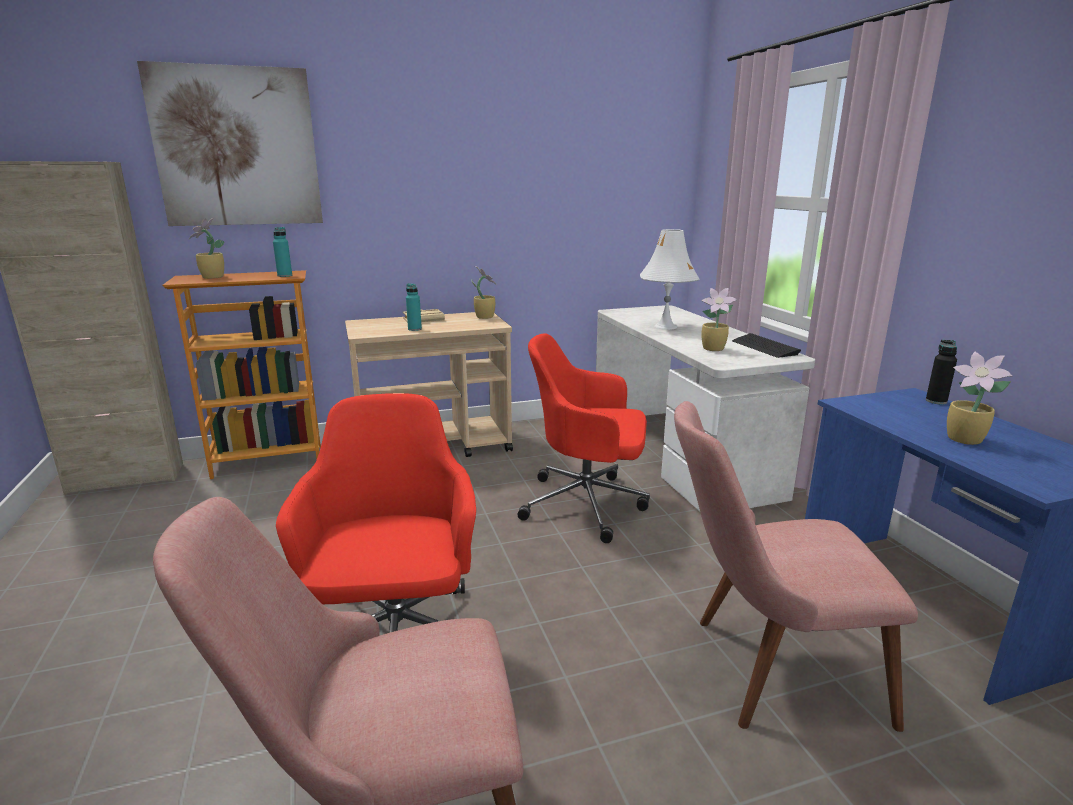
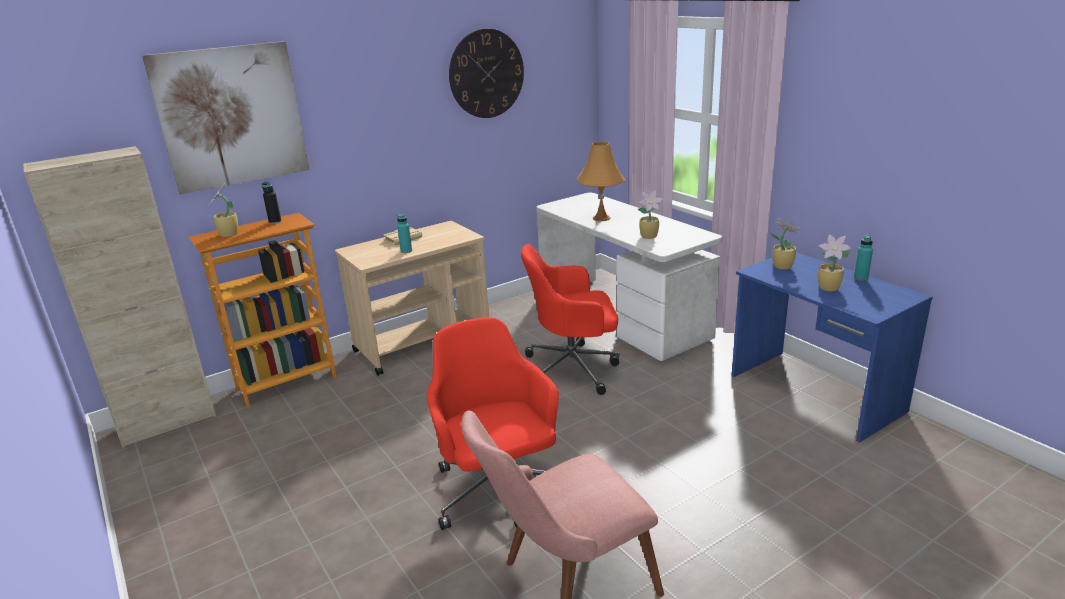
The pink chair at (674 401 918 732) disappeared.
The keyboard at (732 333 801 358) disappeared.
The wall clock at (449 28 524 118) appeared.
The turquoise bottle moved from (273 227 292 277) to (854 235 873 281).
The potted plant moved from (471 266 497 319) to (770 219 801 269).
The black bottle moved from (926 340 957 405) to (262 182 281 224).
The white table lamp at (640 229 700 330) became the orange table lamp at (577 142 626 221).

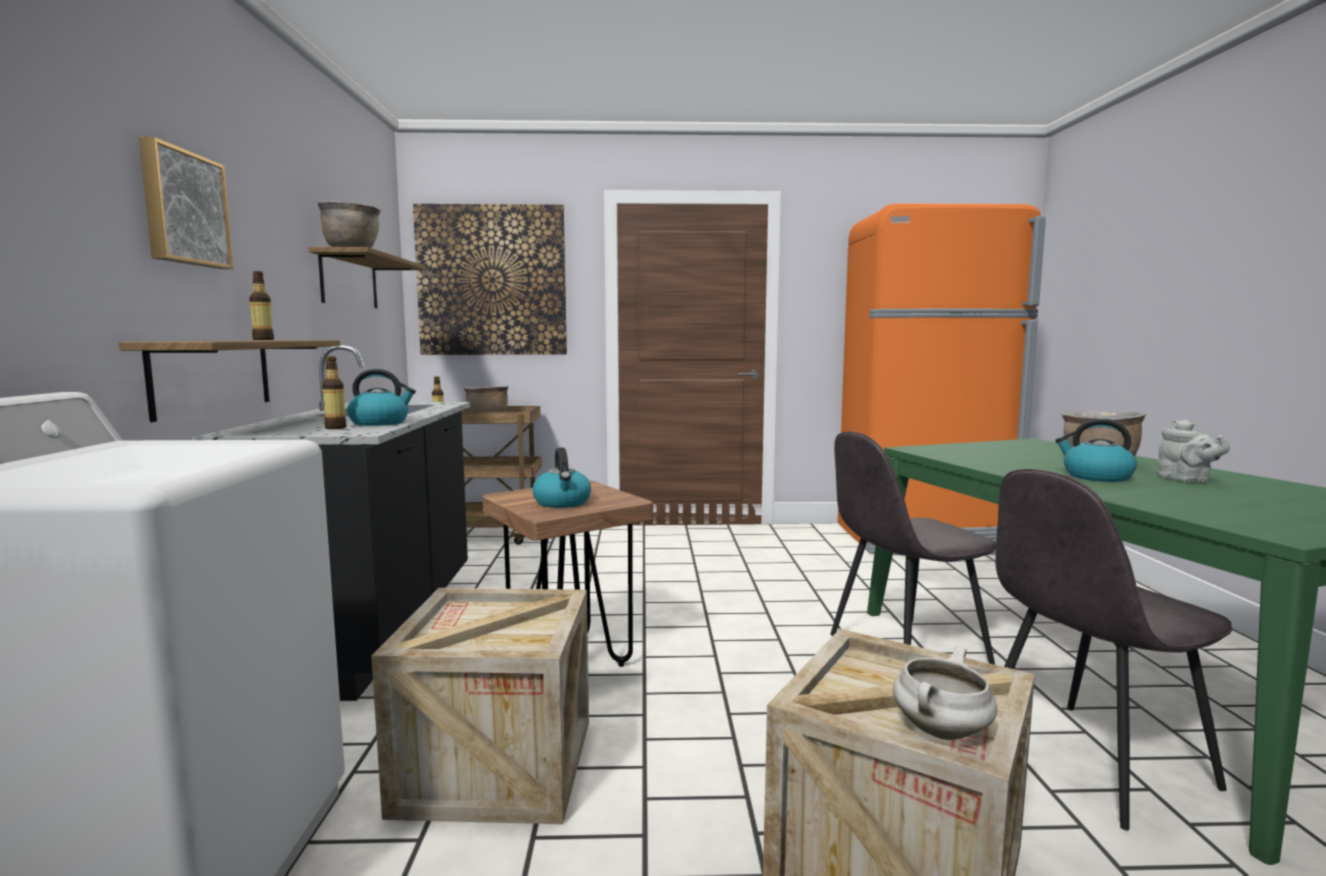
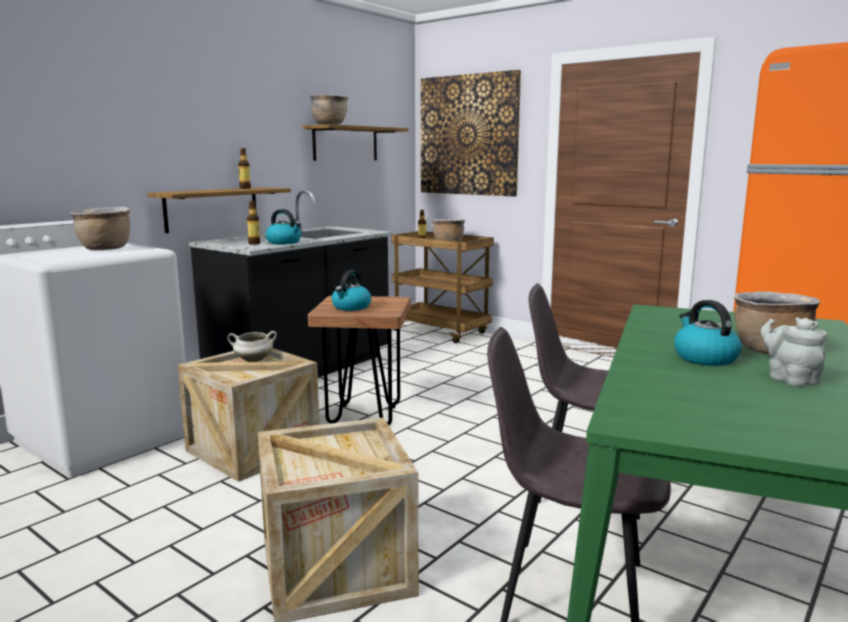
The picture at (139 137 234 269) disappeared.
The brown cooking pot at (70 207 130 250) appeared.
The white cooking pot moved from (893 646 997 740) to (227 331 277 362).
The grey teapot at (1157 420 1230 482) turned 135 degrees clockwise.

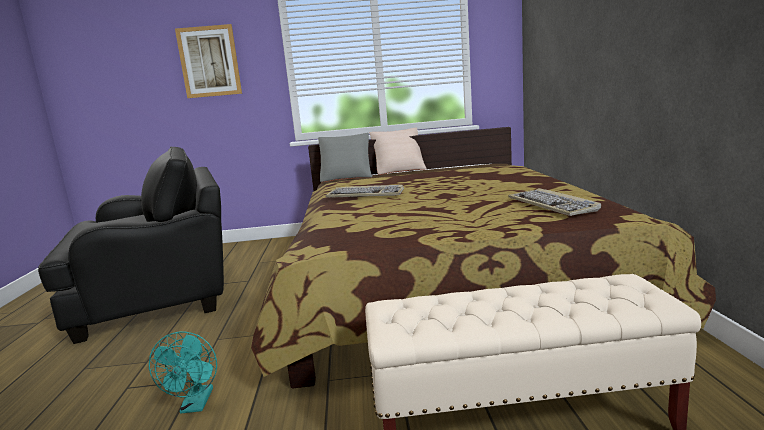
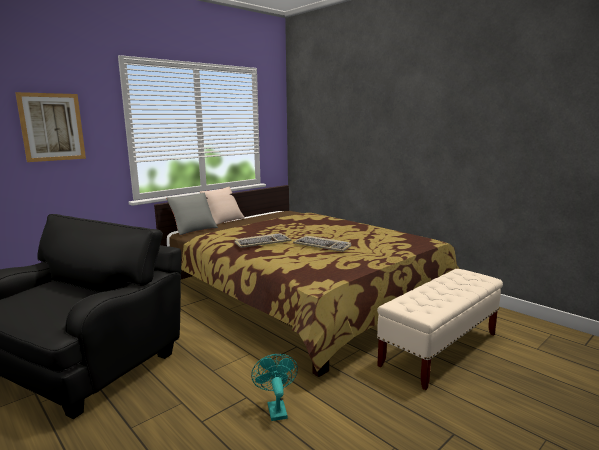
The keyboard moved from (509 188 601 216) to (293 235 351 252).
The turquoise fan at (149 332 217 413) turned 150 degrees counterclockwise.

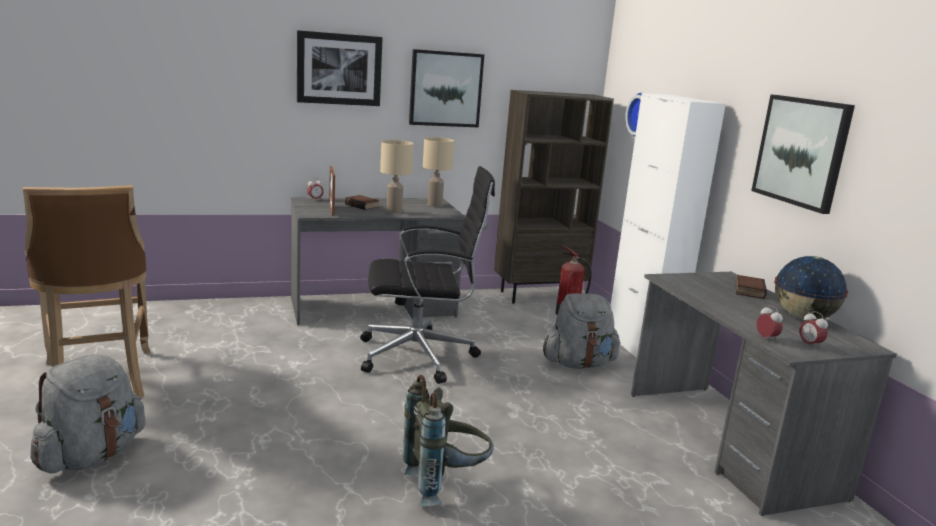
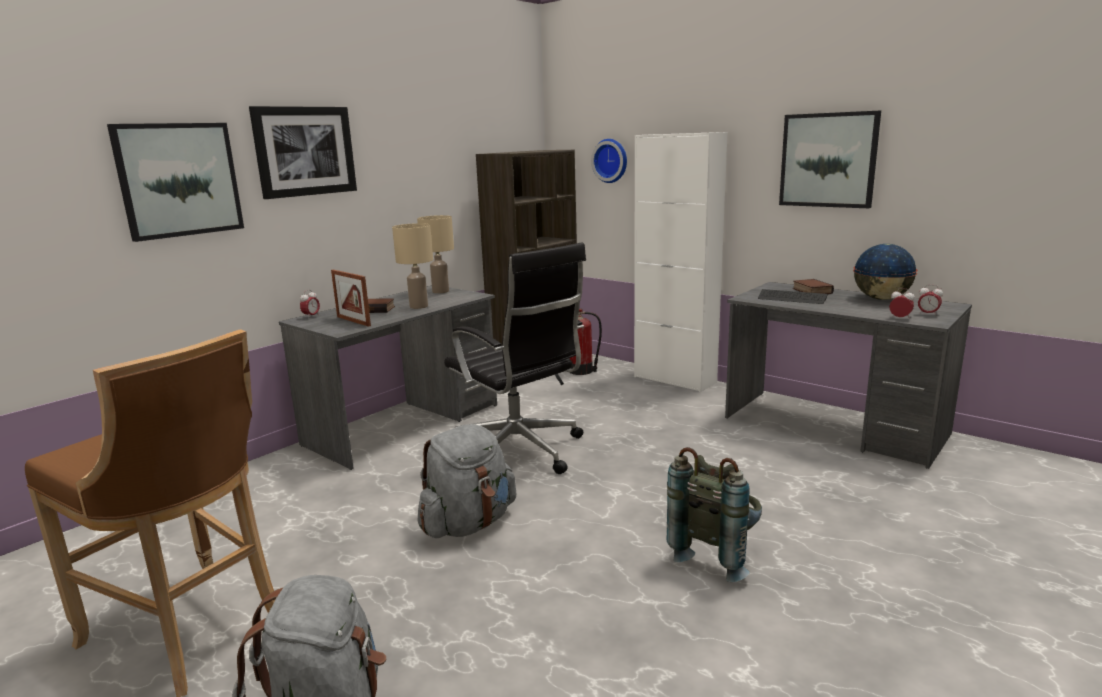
The keyboard at (758 289 828 304) appeared.
The picture moved from (409 49 484 127) to (107 123 244 242).
The grey backpack moved from (543 294 621 369) to (418 424 516 538).
The black office chair at (360 166 495 384) turned 90 degrees clockwise.

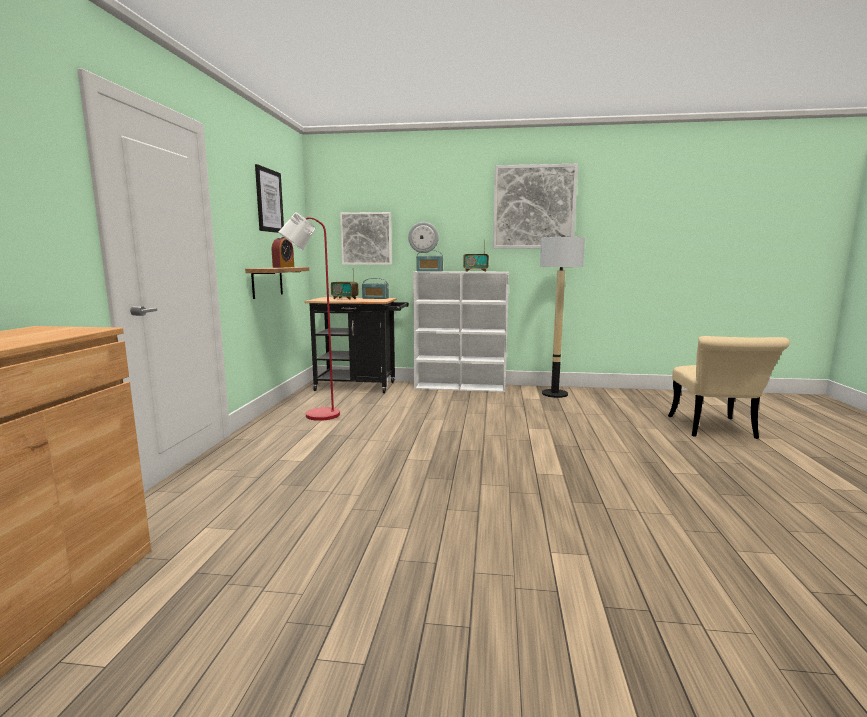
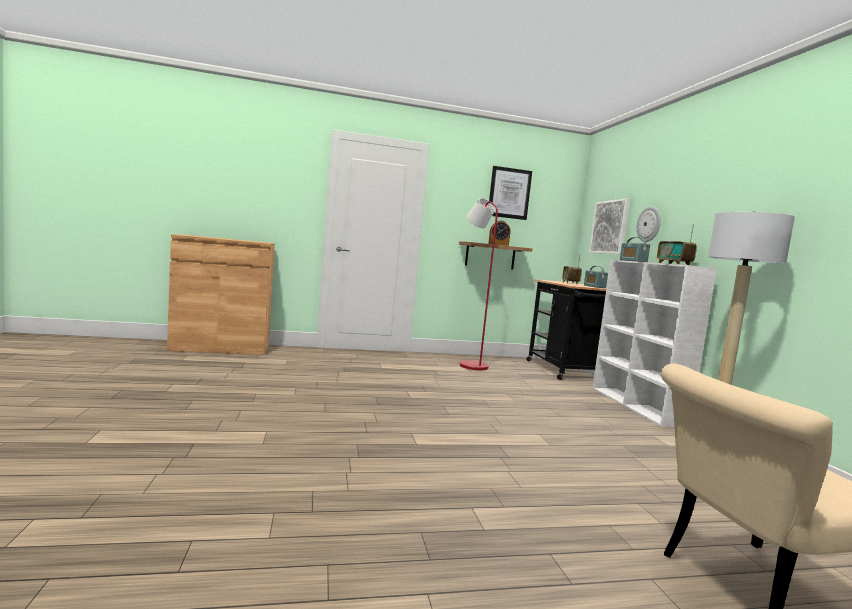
The picture at (493 164 578 248) disappeared.

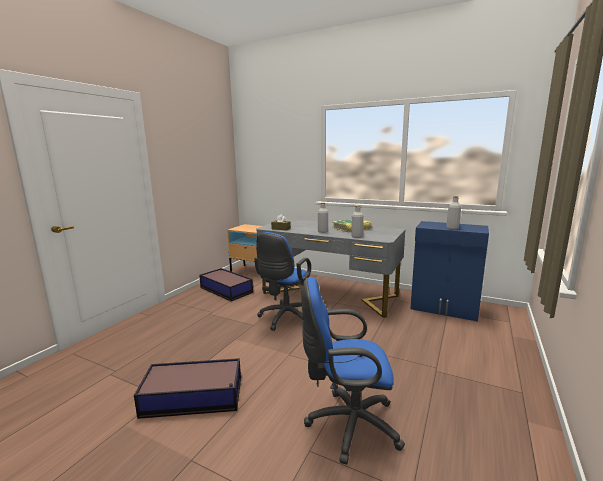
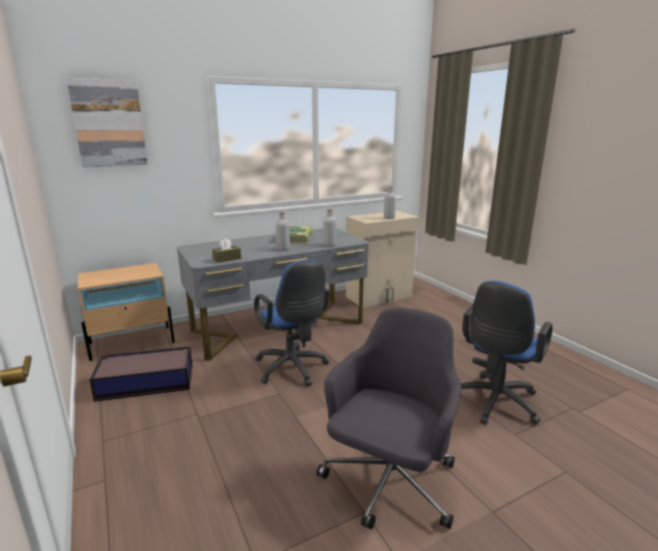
The picture at (66 78 148 167) appeared.
The storage box at (134 358 241 419) was replaced by the grey office chair at (317 307 462 529).
The blue cabinet at (410 221 489 322) became the beige cabinet at (346 211 419 308).

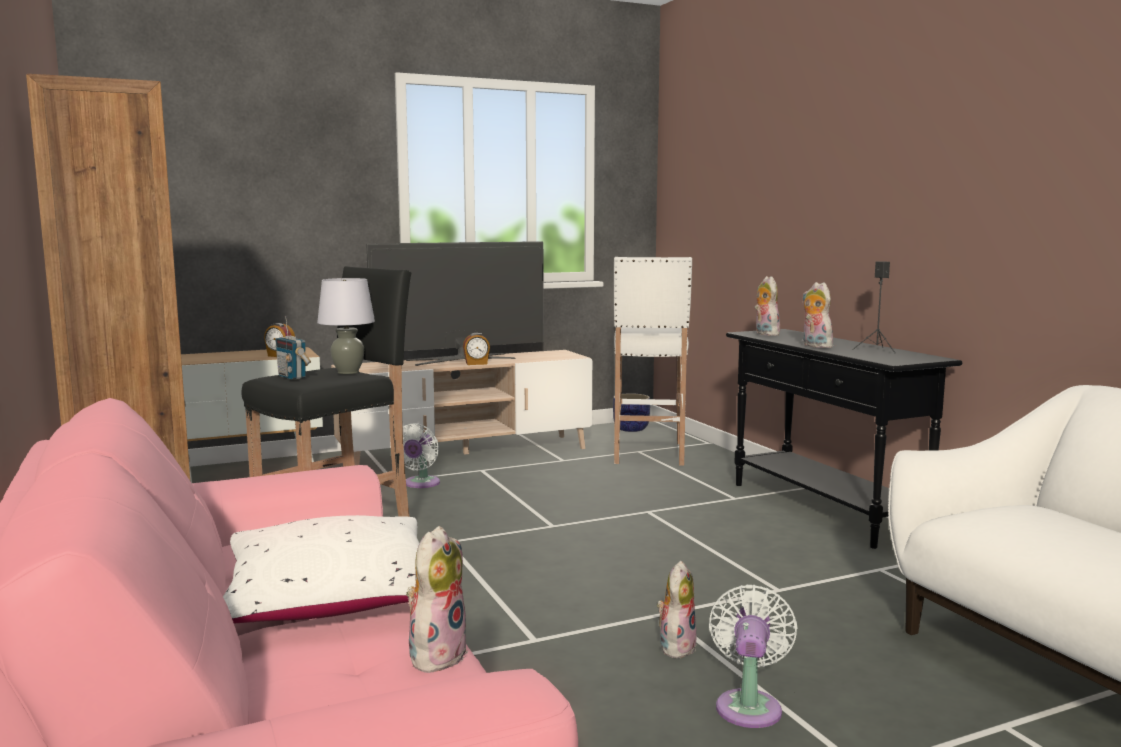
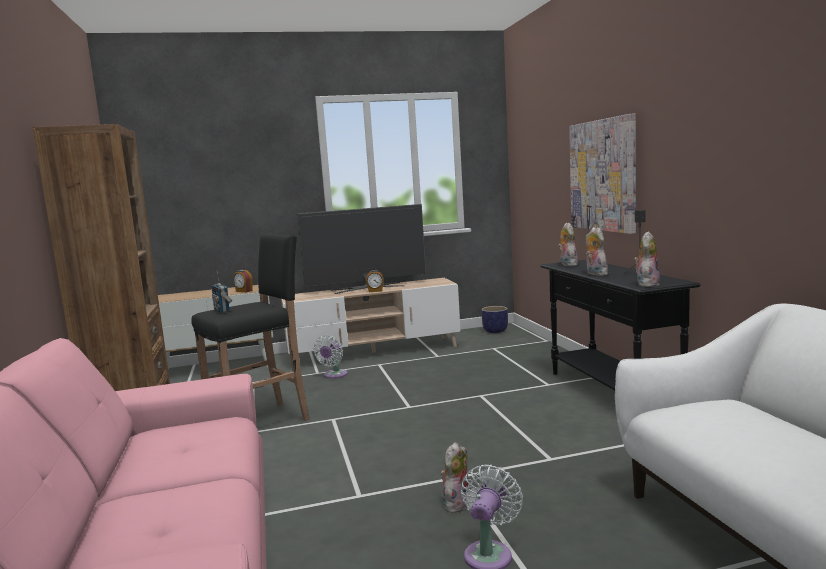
The white pillow at (223 515 419 624) disappeared.
The grey table lamp at (317 278 375 374) disappeared.
The white stool at (614 257 692 466) disappeared.
The picture at (569 113 636 234) appeared.
The plush toy moved from (406 526 468 673) to (634 231 660 287).

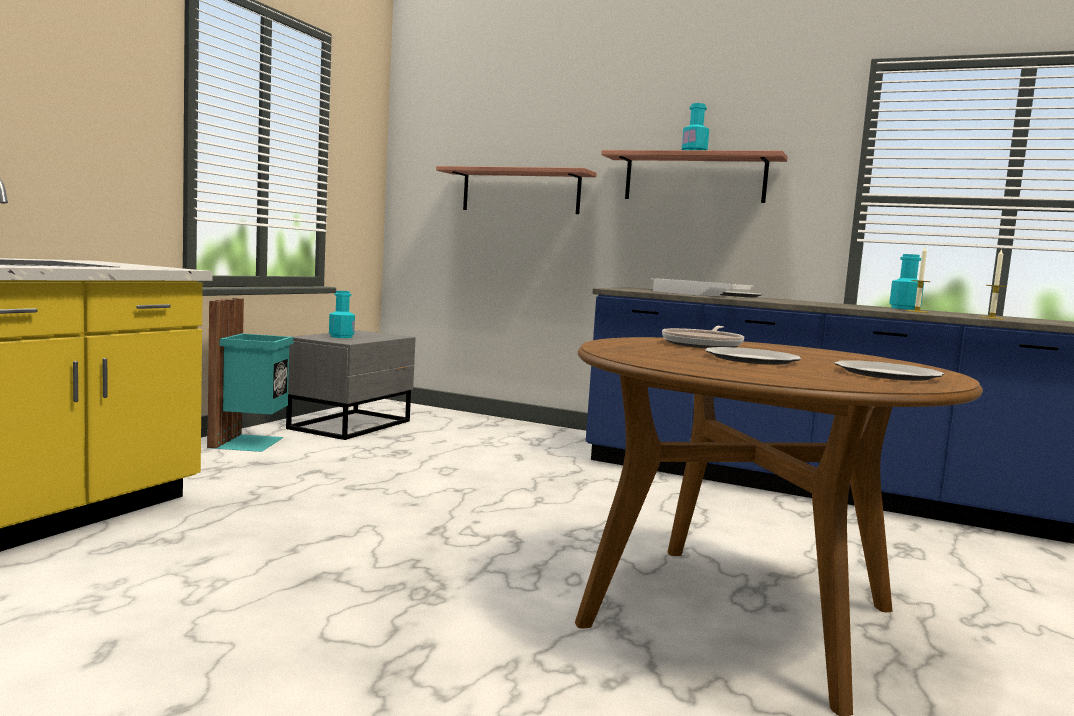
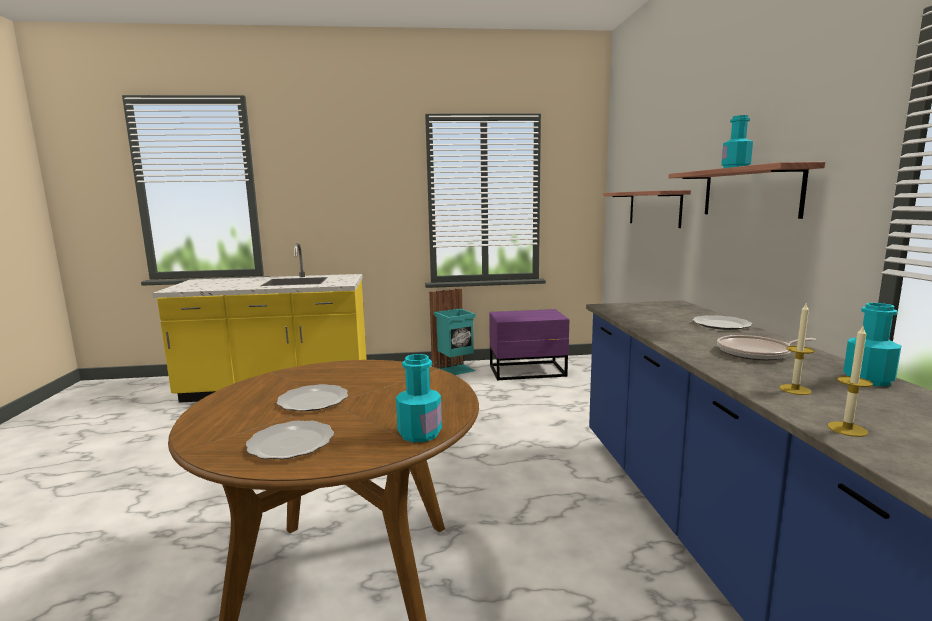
The white tray at (651 278 754 296) disappeared.
The turquoise bottle moved from (329 291 355 338) to (396 354 442 442).
The frying pan moved from (662 326 744 348) to (717 335 817 360).
The grey nightstand at (286 331 416 440) became the purple nightstand at (489 309 569 380).

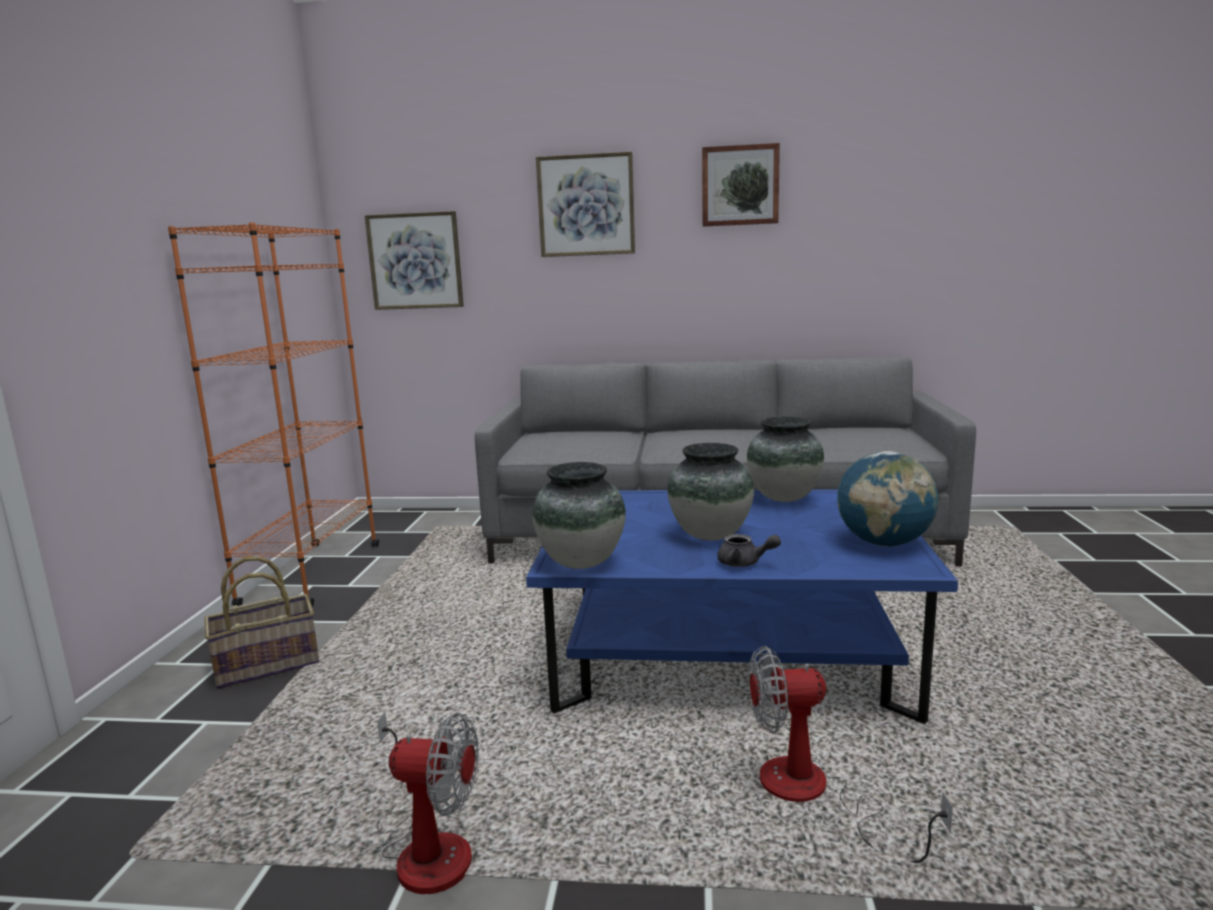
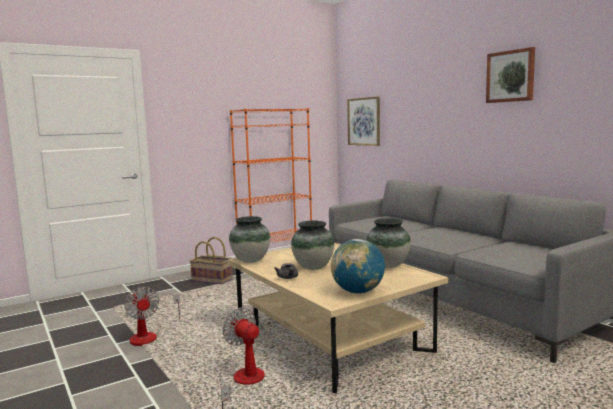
The picture at (536 152 635 257) disappeared.
The blue coffee table at (526 489 958 724) became the beige coffee table at (228 243 448 393).

